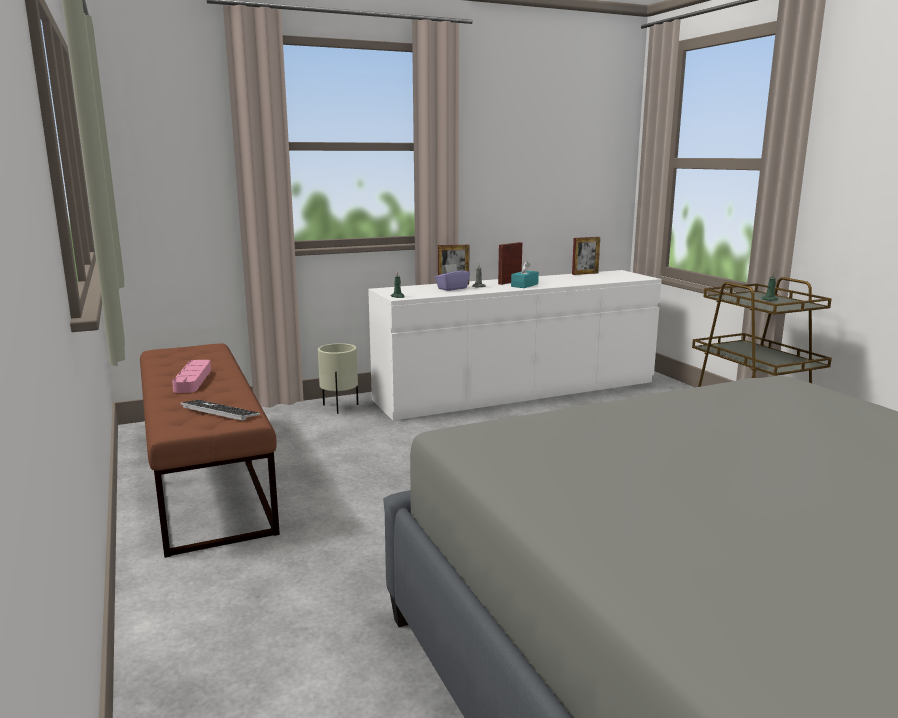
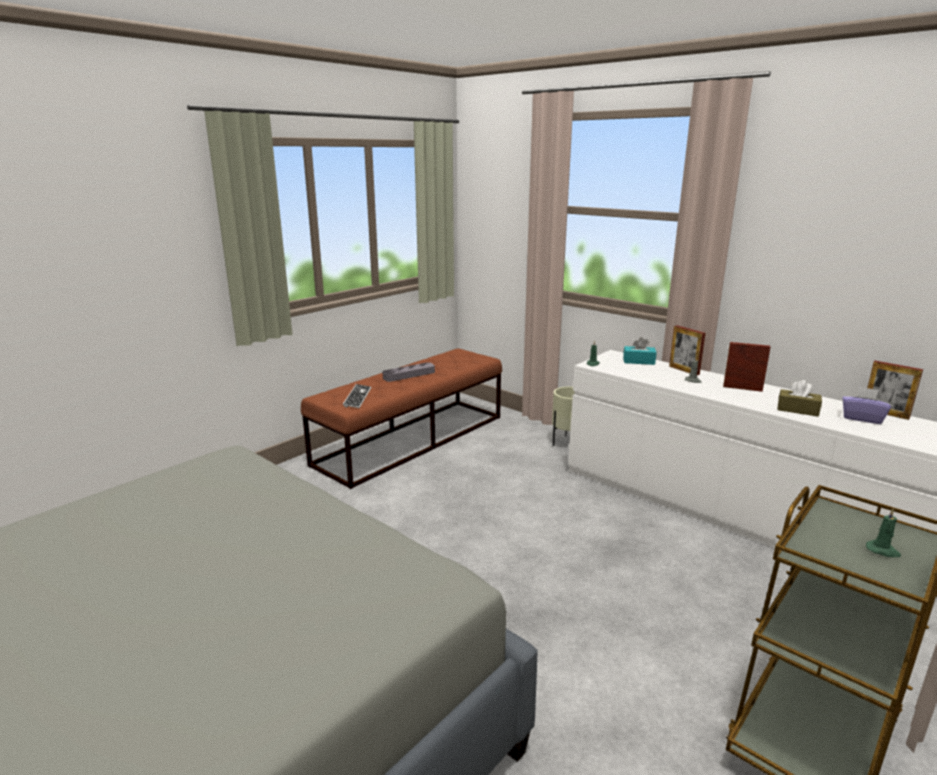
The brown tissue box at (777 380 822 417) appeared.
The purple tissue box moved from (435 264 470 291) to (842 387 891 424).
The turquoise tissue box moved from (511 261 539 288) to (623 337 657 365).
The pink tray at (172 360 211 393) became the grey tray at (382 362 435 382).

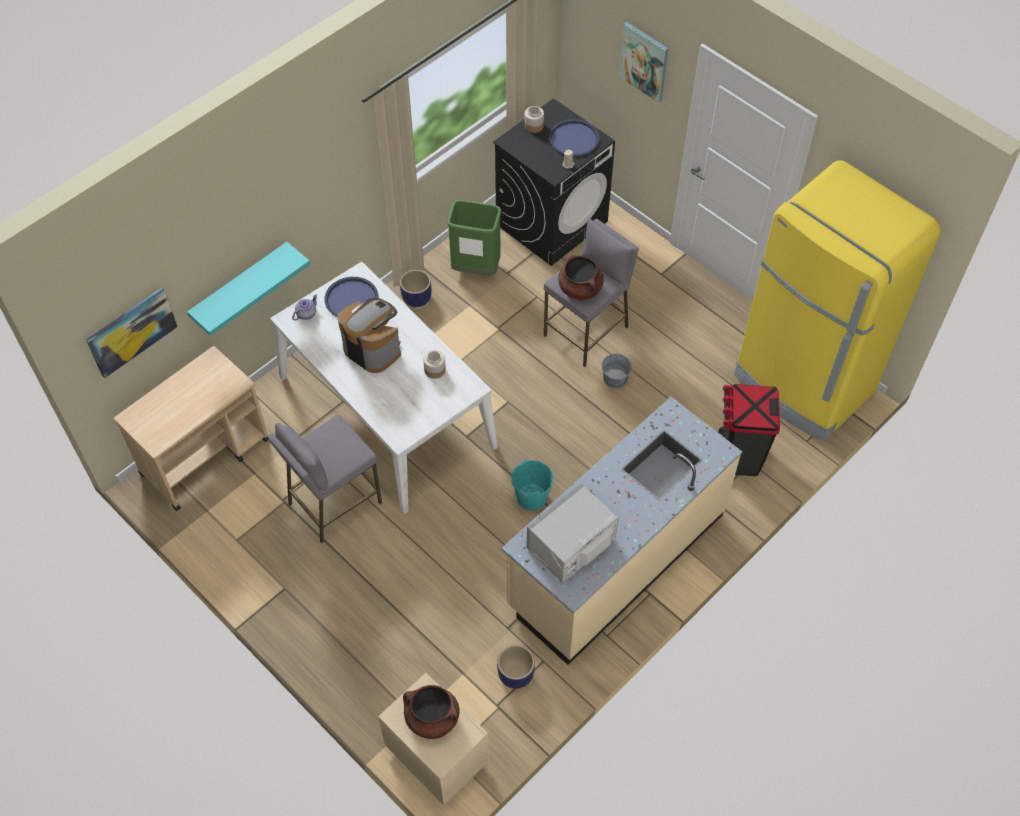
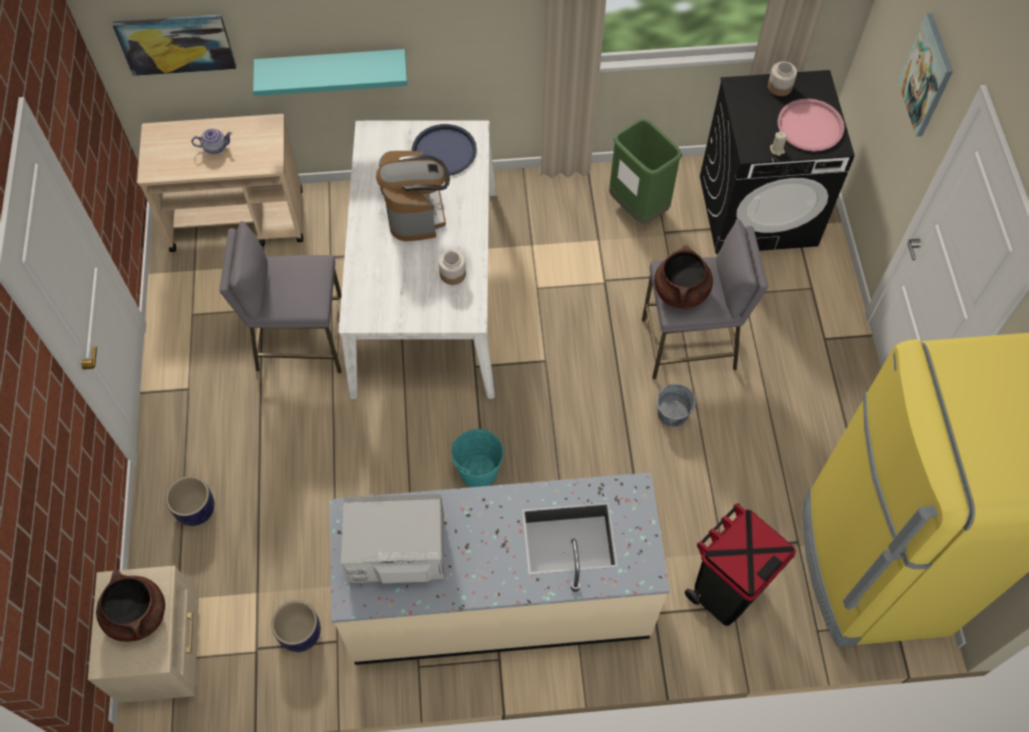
The teapot moved from (292 294 318 321) to (192 129 232 154).
The planter moved from (400 270 431 307) to (166 476 215 526).
The blue tray at (549 119 599 157) became the pink tray at (777 99 845 151).

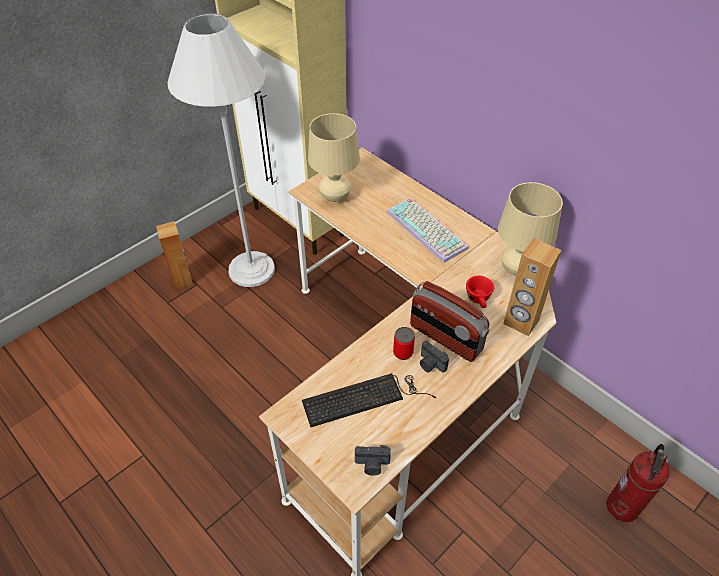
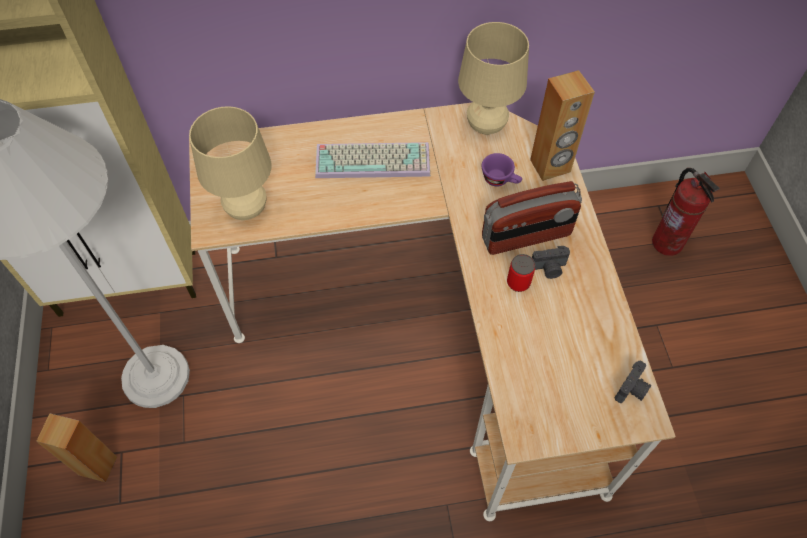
The keyboard at (302 373 436 427) disappeared.
The red cup at (466 276 494 308) became the purple cup at (482 153 522 187).

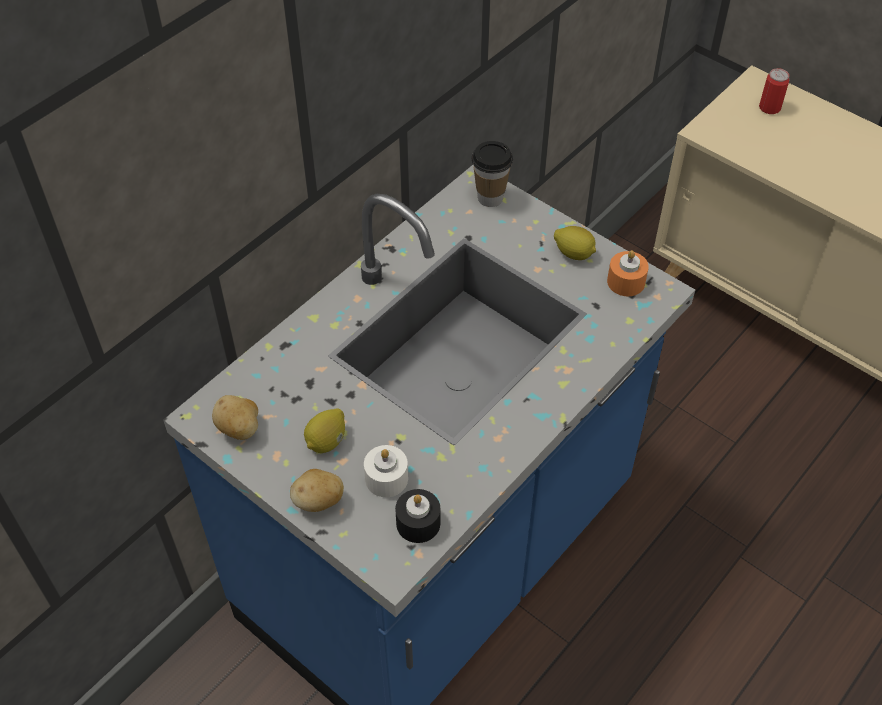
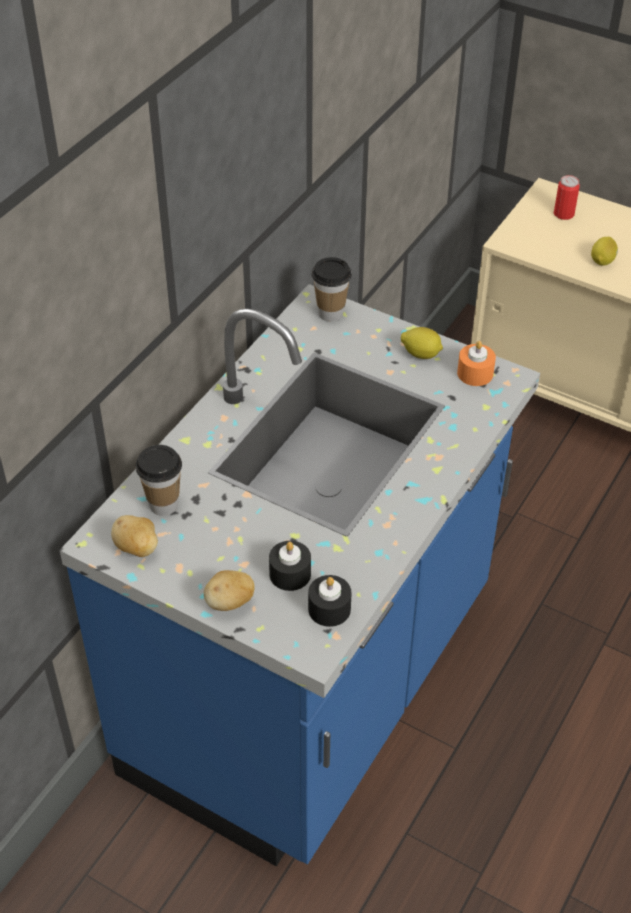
The cup at (136 445 182 516) appeared.
The lemon moved from (304 408 345 453) to (591 237 618 266).
The white candle at (364 445 408 497) became the black candle at (269 541 311 591).

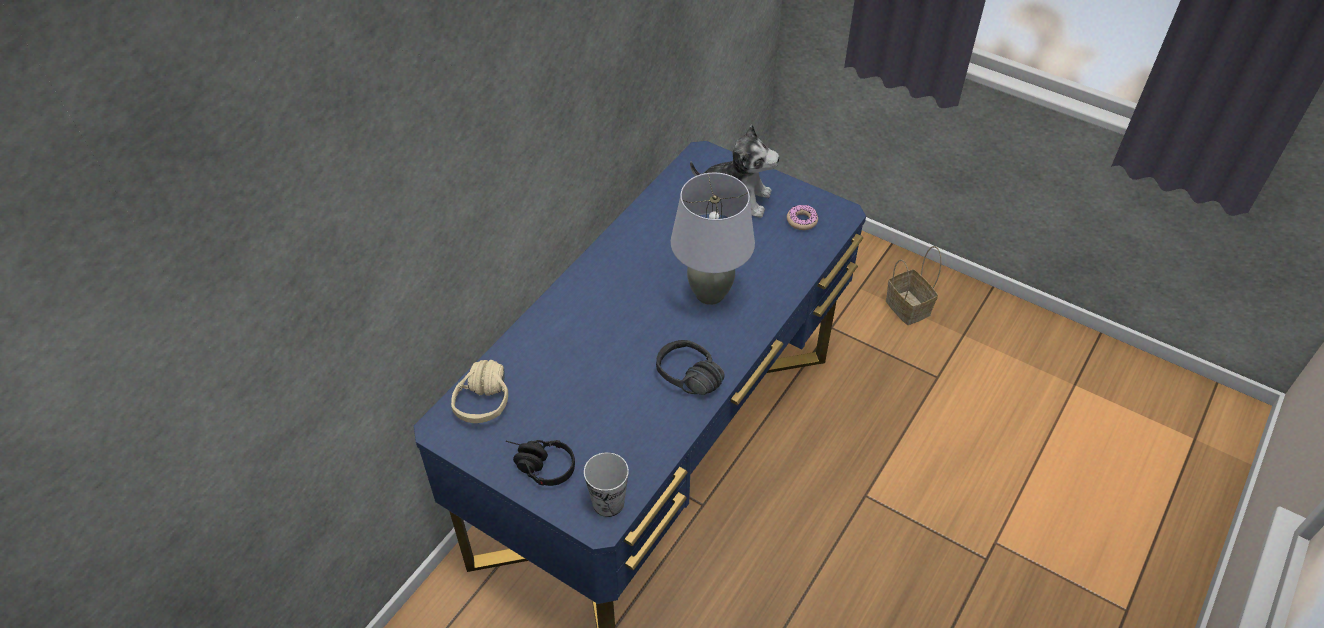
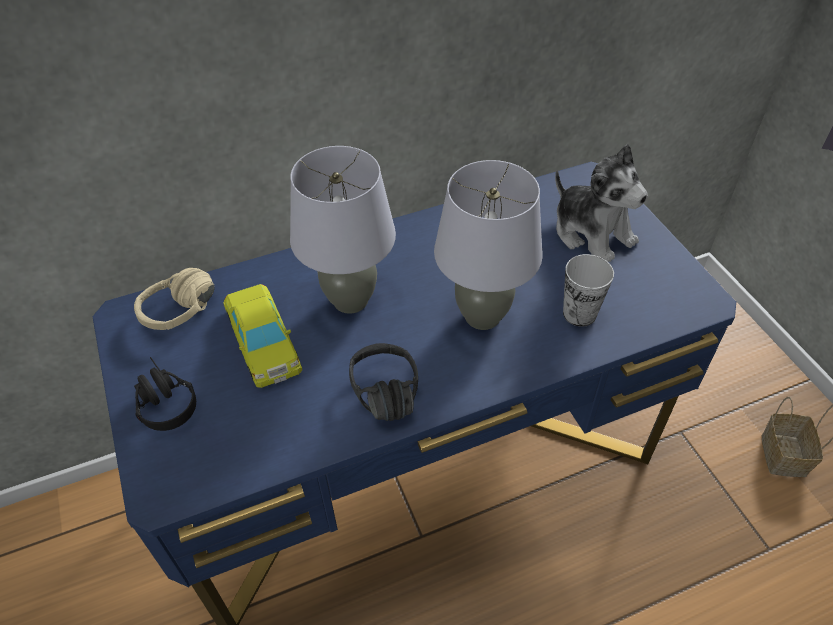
The donut at (787 205 818 230) disappeared.
The yellow toy car at (223 284 302 388) appeared.
The grey table lamp at (290 146 396 314) appeared.
The cup moved from (584 452 629 517) to (563 254 614 327).

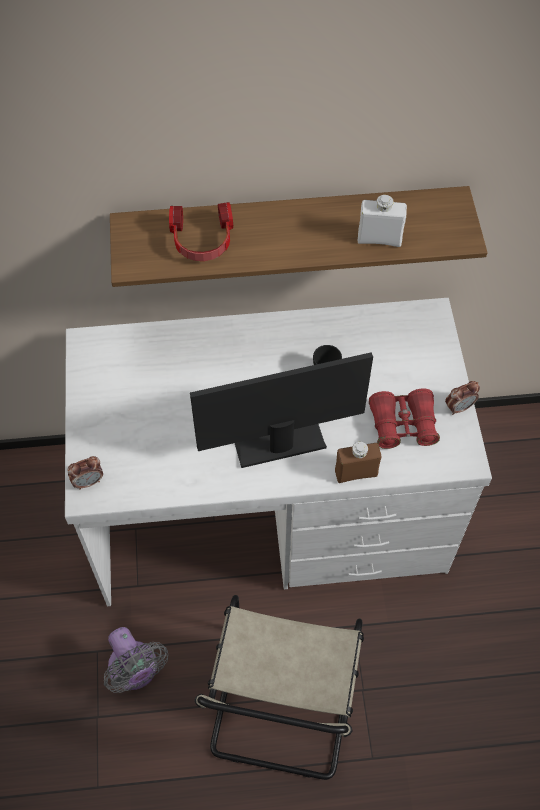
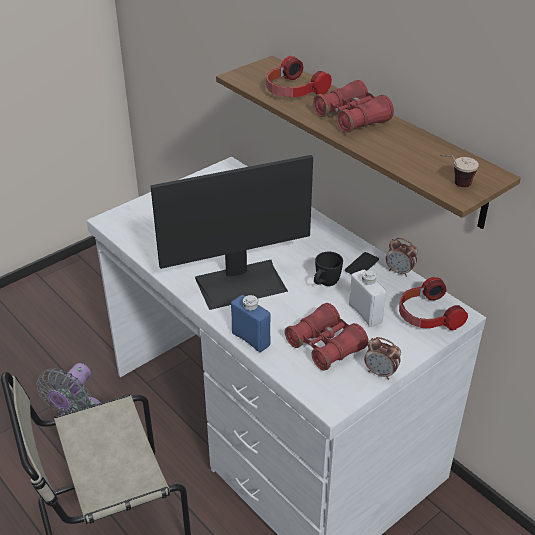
The red binoculars at (313 80 394 133) appeared.
The phone at (345 252 379 274) appeared.
The headphones at (399 277 468 330) appeared.
The cup at (440 155 479 188) appeared.
The alarm clock moved from (68 456 103 490) to (386 238 418 277).
The white bottle moved from (358 195 407 247) to (349 270 386 327).
The brown bottle at (335 442 381 483) became the blue bottle at (231 295 271 352).
The monitor at (190 352 373 468) turned 120 degrees clockwise.

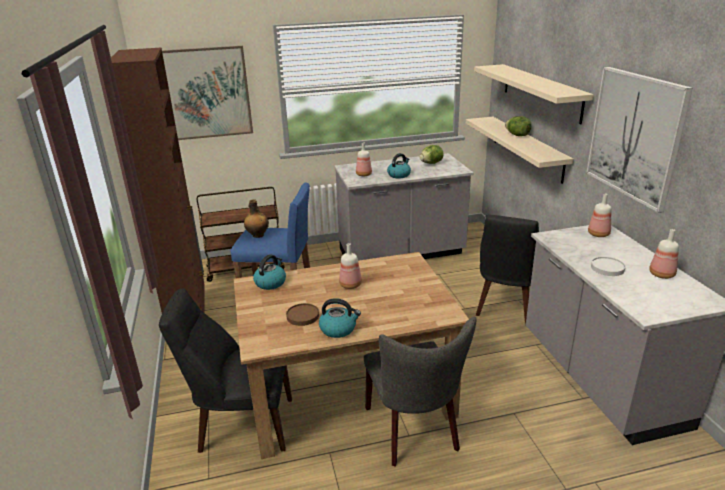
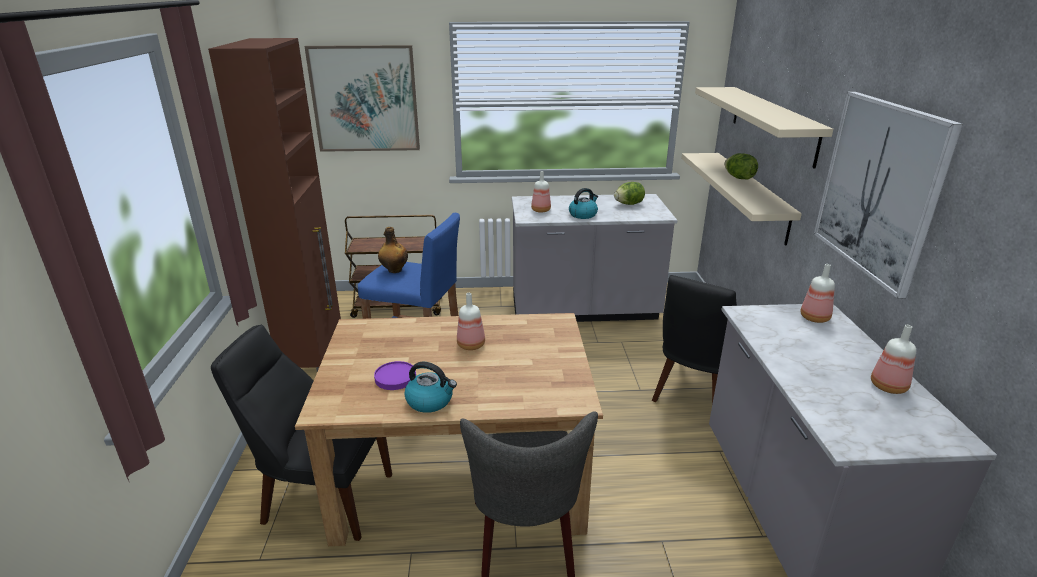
The kettle at (253 255 286 290) disappeared.
The white plate at (591 257 626 276) disappeared.
The brown plate at (286 303 319 326) became the purple plate at (374 361 416 390).

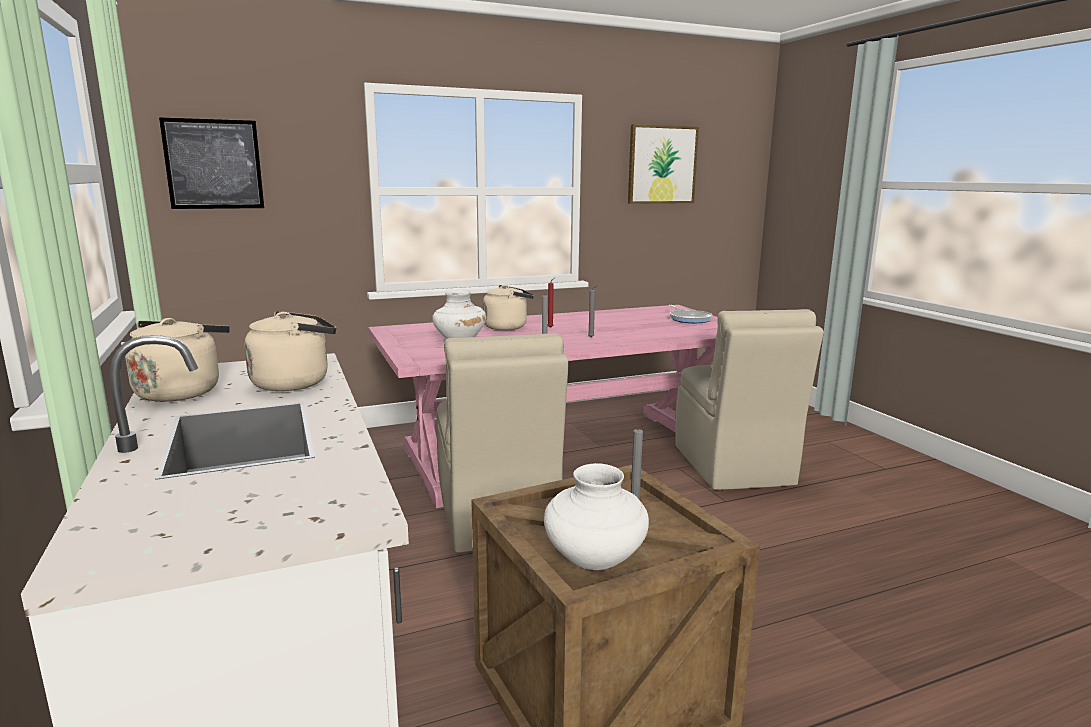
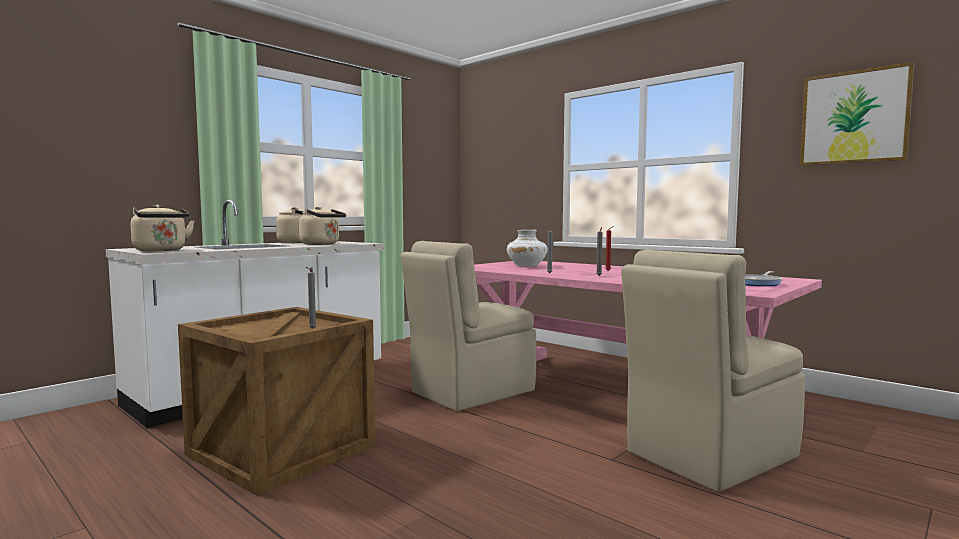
The picture at (159 117 264 209) disappeared.
The white vase at (544 463 649 570) disappeared.
The beige kettle moved from (483 285 534 330) to (131 204 194 251).

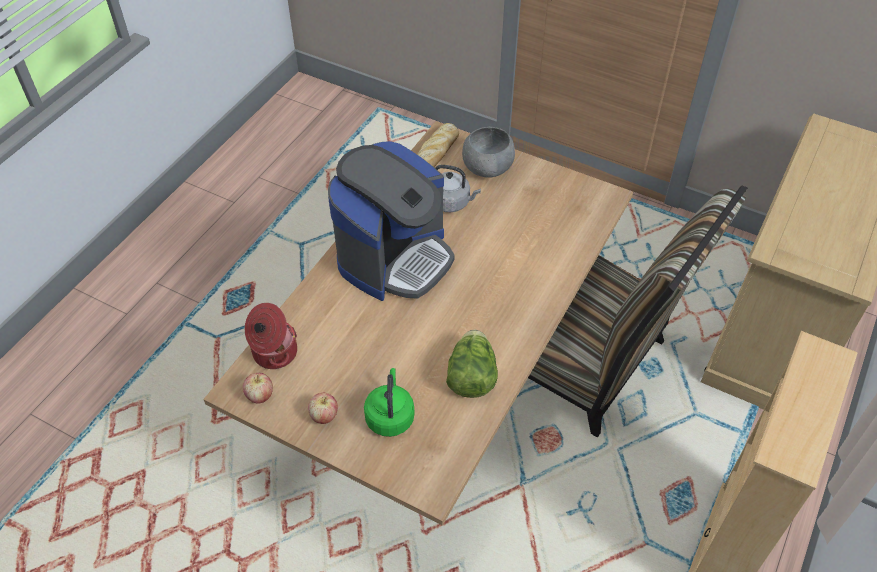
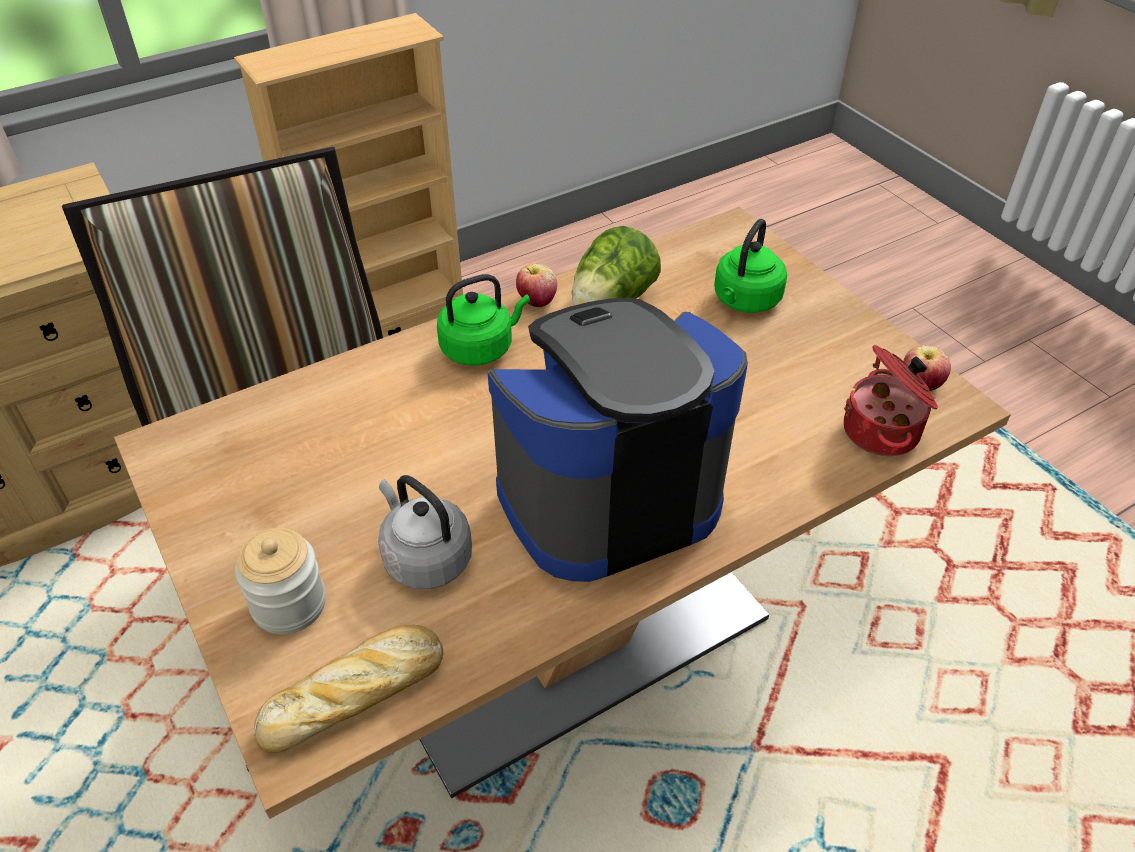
The green kettle at (437 274 530 365) appeared.
The apple moved from (308 393 338 424) to (516 263 557 307).
The grey bowl at (462 127 515 178) was replaced by the jar at (235 528 326 634).

